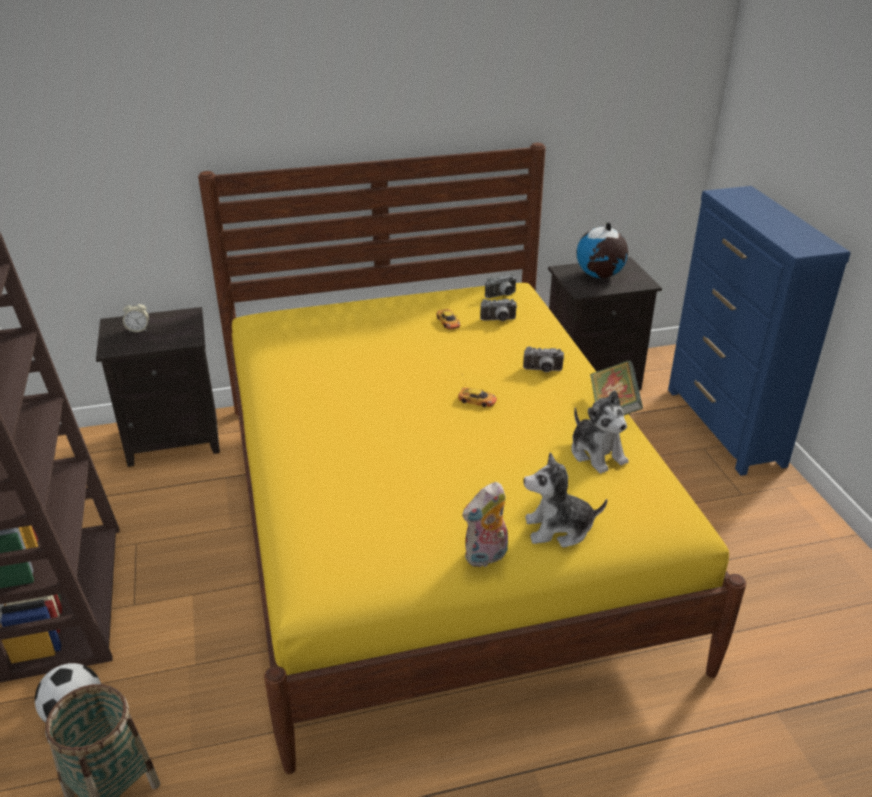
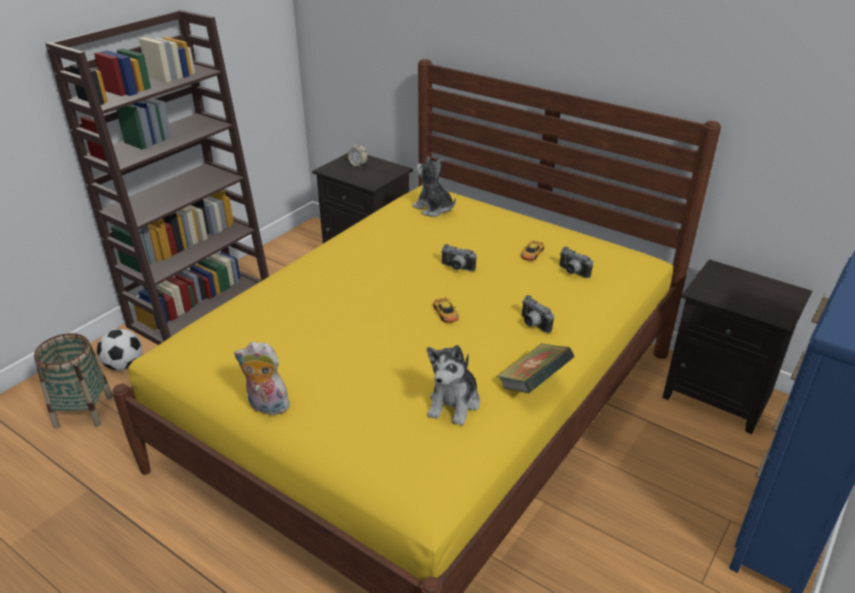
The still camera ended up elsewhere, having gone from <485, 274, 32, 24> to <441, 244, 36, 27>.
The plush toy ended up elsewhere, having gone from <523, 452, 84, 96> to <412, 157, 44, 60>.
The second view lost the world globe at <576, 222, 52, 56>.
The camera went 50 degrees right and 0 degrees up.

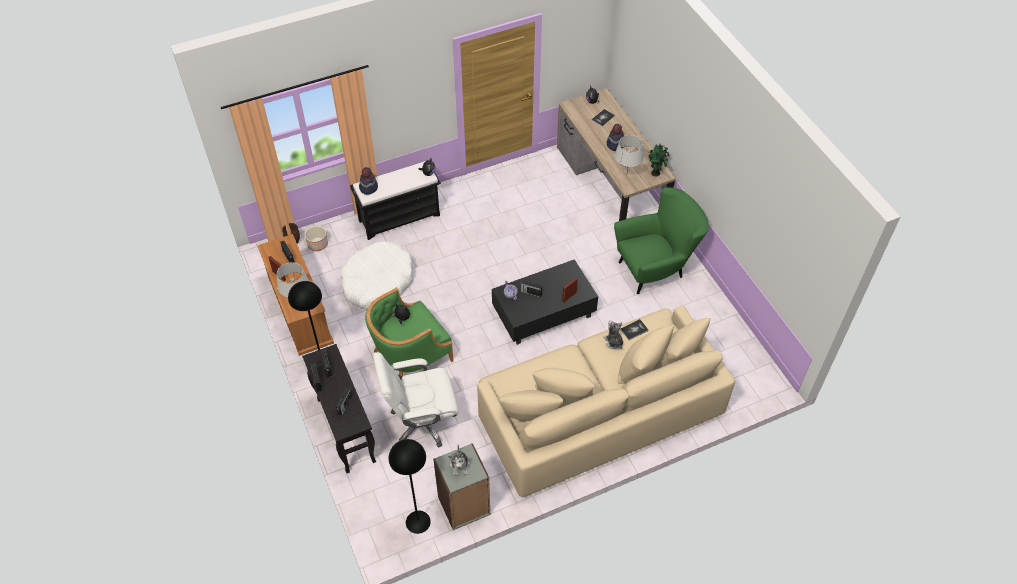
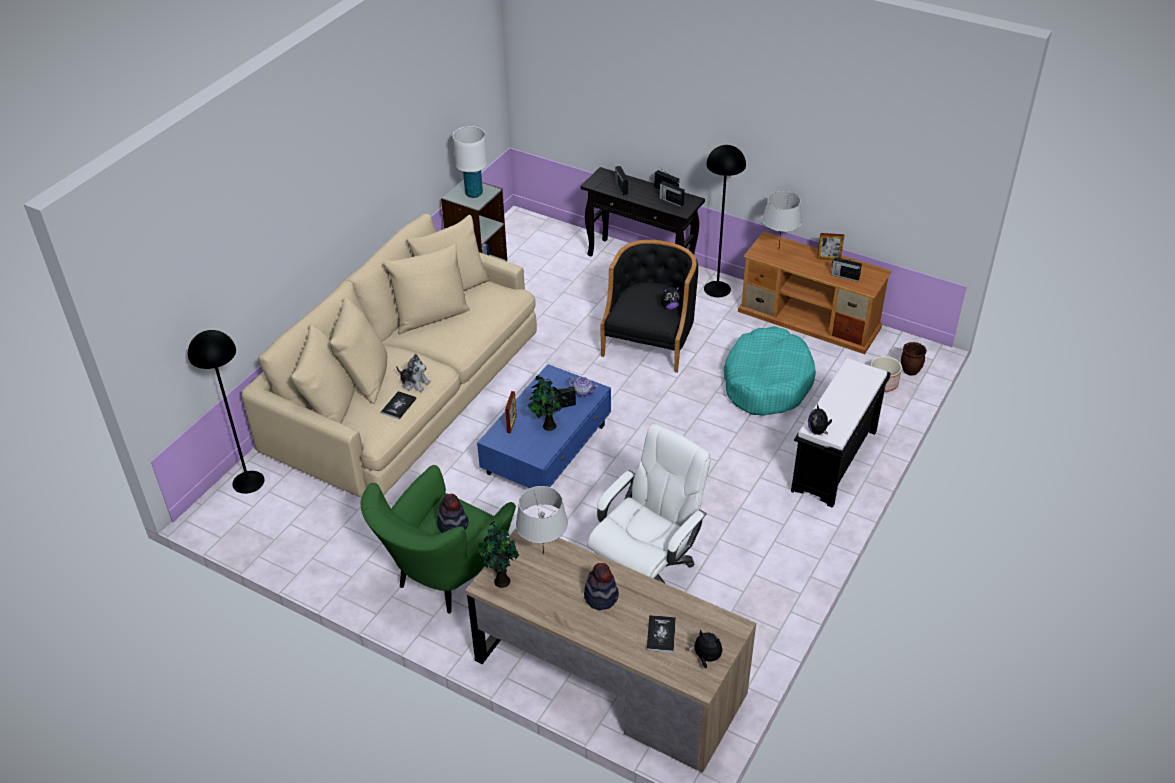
What was the pet bed (whitish) at <340, 241, 74, 69> turned into the pet bed (turquoise-coloured) at <724, 326, 92, 90>.
The clothing hat ended up elsewhere, having gone from <359, 167, 19, 28> to <437, 494, 32, 39>.
What was the armchair (green-coloured) at <365, 287, 88, 89> turned into the armchair (black) at <601, 240, 97, 133>.
The office chair (whitish) ended up elsewhere, having gone from <373, 352, 86, 95> to <587, 424, 124, 160>.
The floor lamp (black) ended up elsewhere, having gone from <389, 439, 42, 95> to <188, 330, 76, 164>.
Where the plush toy stood at <449, 445, 21, 31>, the lamp for a table (whitish) came to stand at <453, 126, 34, 72>.
What was the low table (black) at <492, 259, 106, 86> turned into the low table (blue) at <477, 364, 134, 124>.
The second view gained the plant in a pot at <527, 375, 41, 56>.
The camera went 145 degrees right and 10 degrees down.

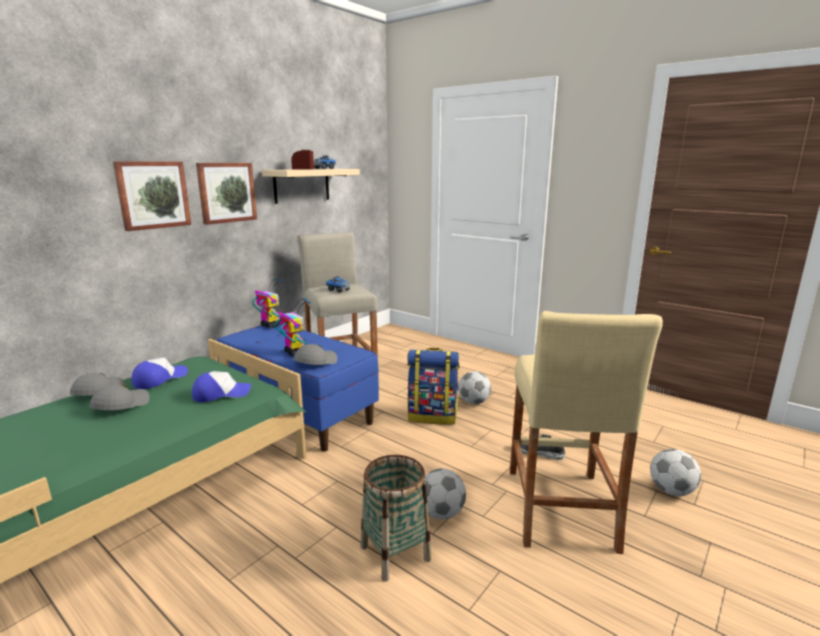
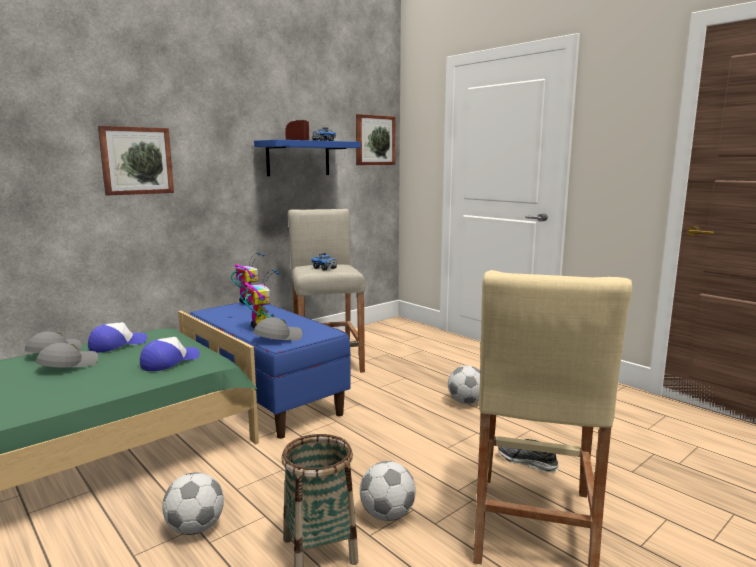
The peaked cap at <192, 371, 59, 31> ended up facing another way, 45 degrees counterclockwise from before.
The picture ended up elsewhere, having gone from <196, 163, 61, 62> to <356, 114, 39, 51>.
What was the shelf (beige-coloured) at <262, 169, 98, 35> turned into the shelf (blue) at <254, 139, 107, 37>.
The second view lost the knapsack at <407, 348, 53, 77>.
The football ended up elsewhere, having gone from <650, 449, 51, 47> to <162, 472, 62, 63>.
The camera went 10 degrees right and 5 degrees down.

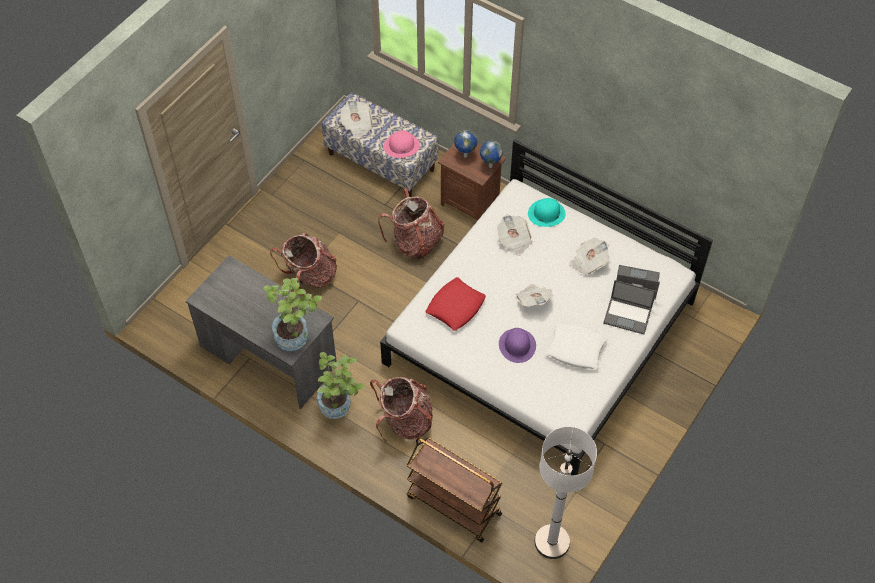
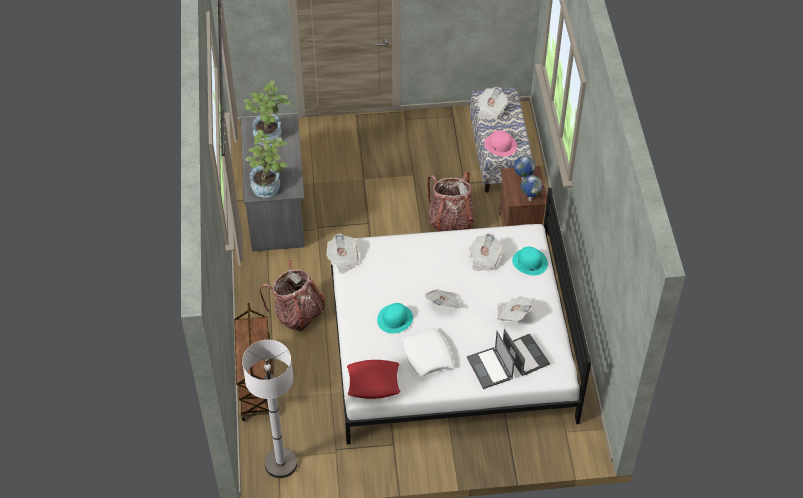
The second view lost the knapsack at <270, 233, 67, 62>.
The plant in a pot ended up elsewhere, having gone from <317, 352, 48, 67> to <243, 80, 49, 66>.
The pillow (red-coloured) ended up elsewhere, having gone from <425, 277, 61, 54> to <347, 360, 53, 39>.
What was the clothing hat (purple) at <499, 328, 37, 35> turned into the clothing hat (turquoise-coloured) at <377, 303, 36, 31>.
The second view gained the newspaper at <326, 234, 33, 40>.
The camera went 50 degrees right and 5 degrees down.

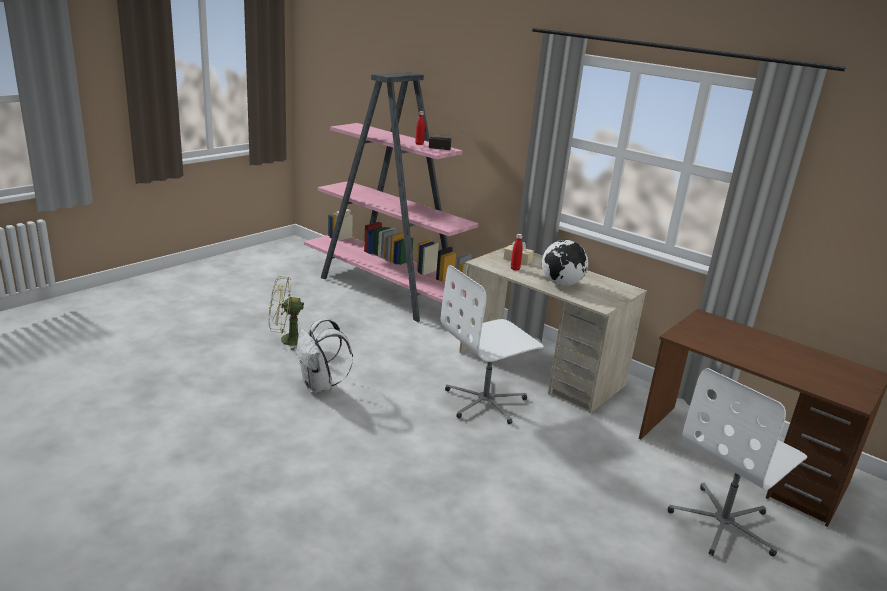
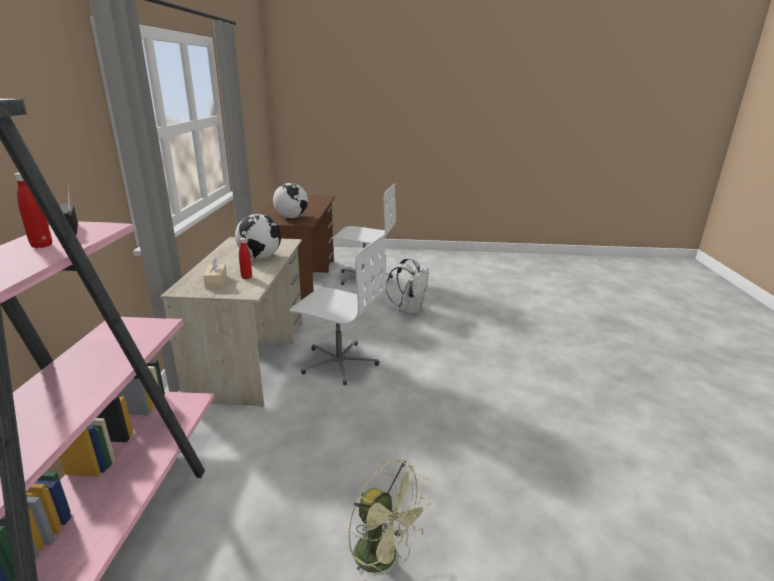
The knapsack (whitish) ended up elsewhere, having gone from <297, 318, 56, 75> to <386, 258, 43, 58>.
The second view gained the world globe at <273, 183, 35, 35>.
The camera went 125 degrees left and 0 degrees up.

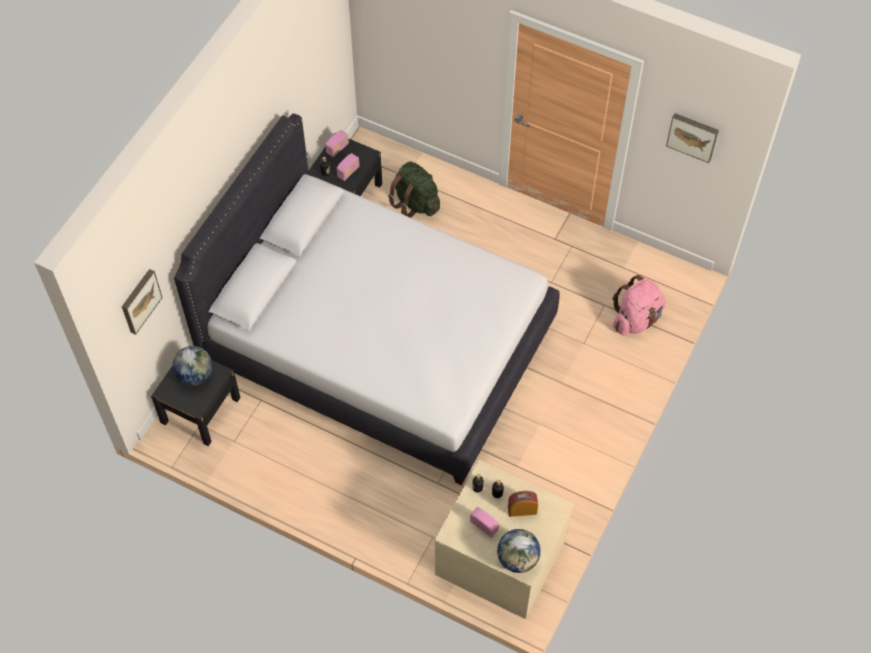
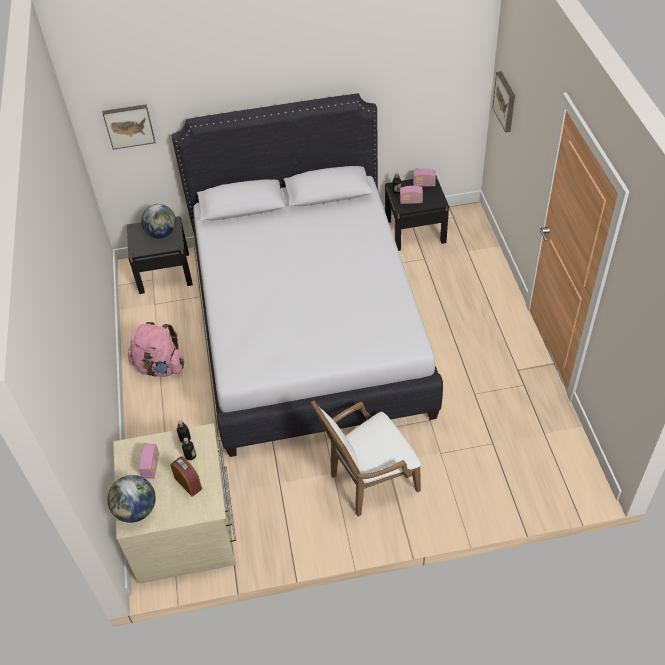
The second view lost the knapsack (green-coloured) at <388, 162, 52, 56>.
The knapsack (pink) ended up elsewhere, having gone from <613, 275, 53, 60> to <128, 322, 56, 55>.
The picture ended up elsewhere, having gone from <666, 113, 53, 50> to <492, 71, 23, 62>.
The second view gained the armchair (whitish) at <311, 400, 110, 117>.
The camera went 55 degrees right and 10 degrees down.

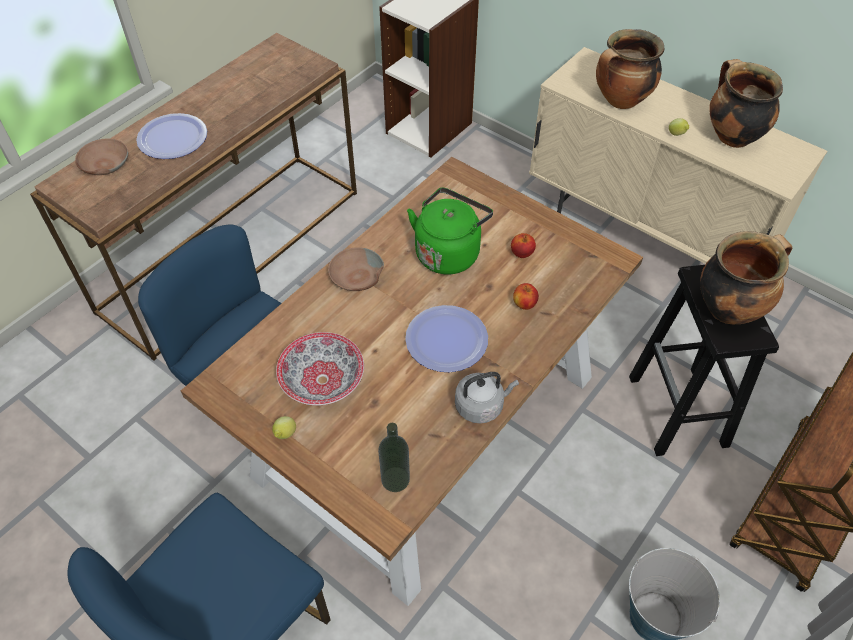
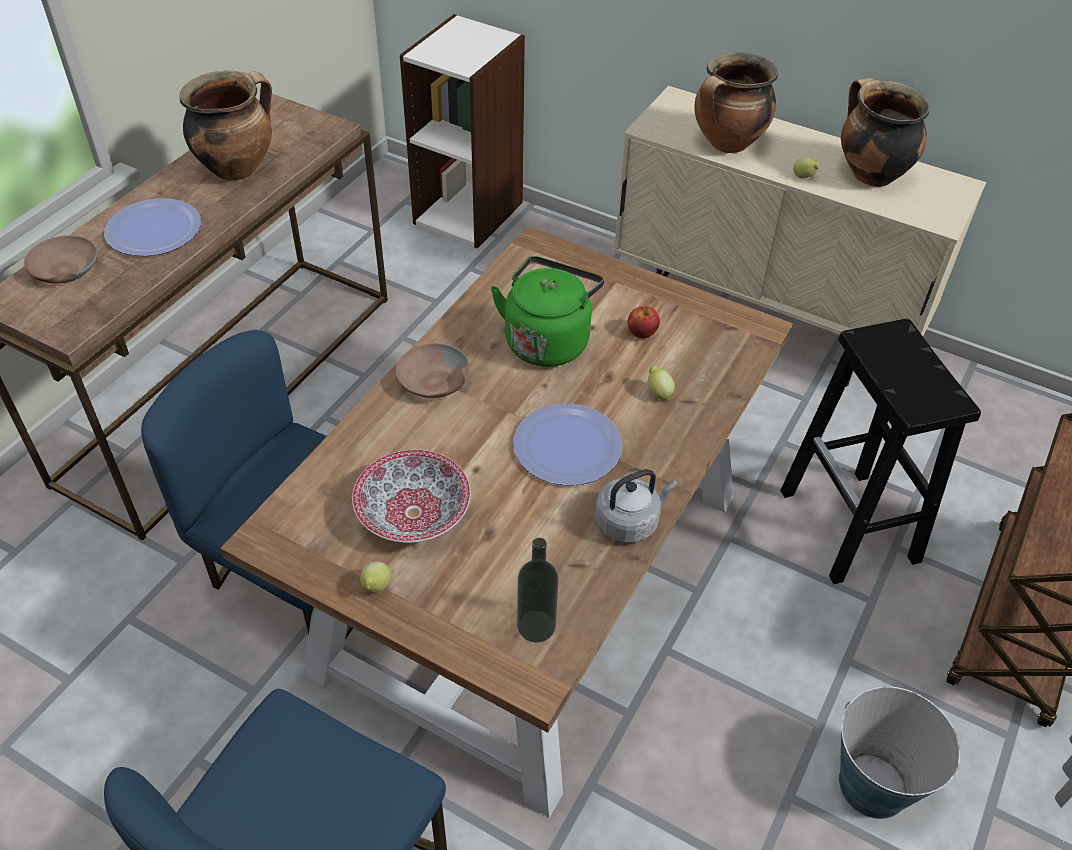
Where the whole apple stood at <513, 283, 26, 27>, the whole lemon came to stand at <648, 365, 27, 35>.
The cooking pot ended up elsewhere, having gone from <700, 231, 92, 93> to <179, 71, 93, 110>.
The camera went 10 degrees left and 5 degrees down.

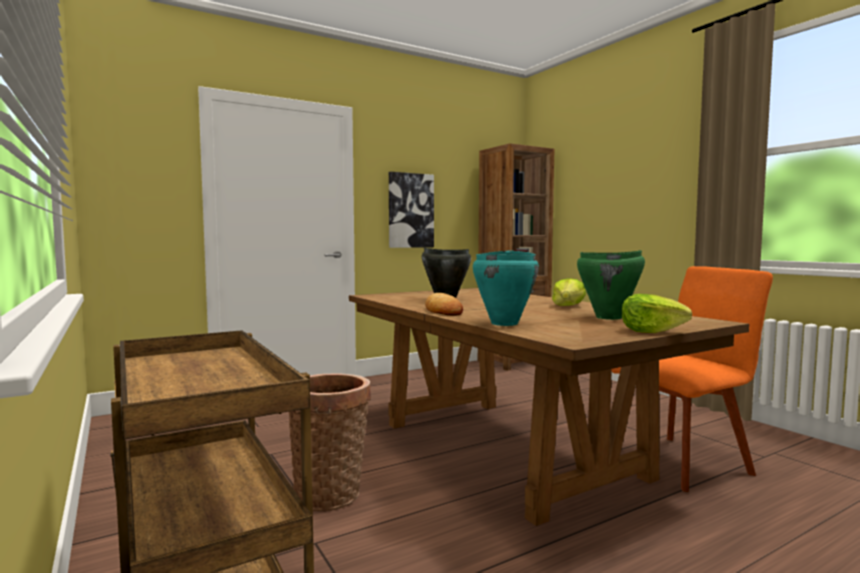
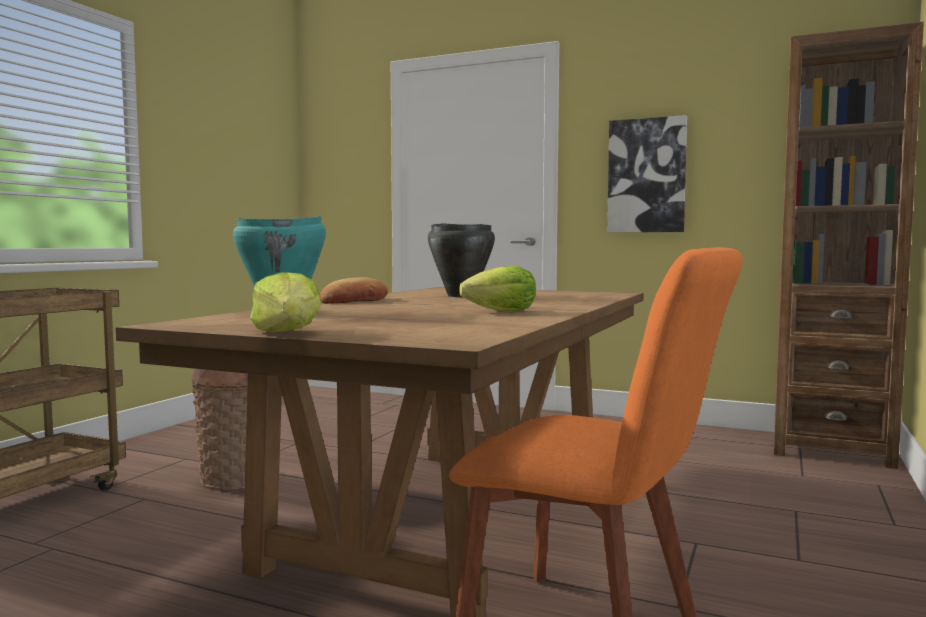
The second view lost the cooking pot (green-coloured) at <577, 250, 68, 70>.
The camera went 55 degrees right and 0 degrees up.

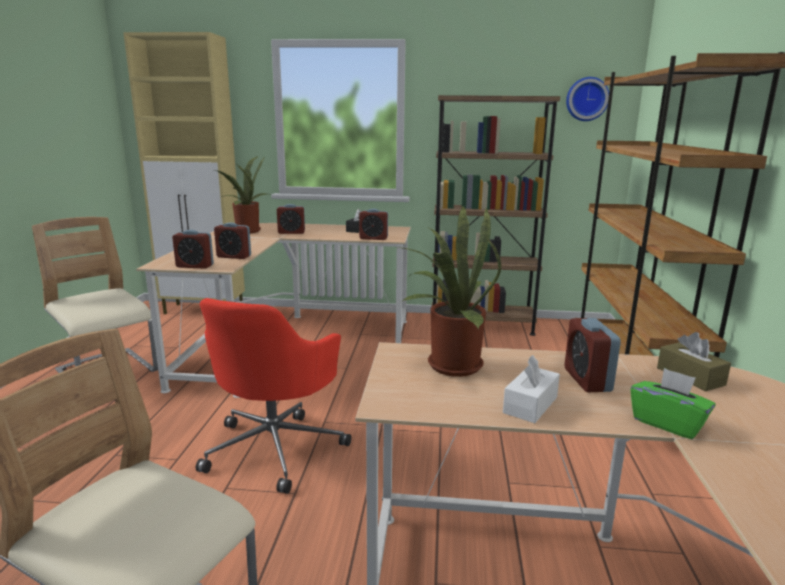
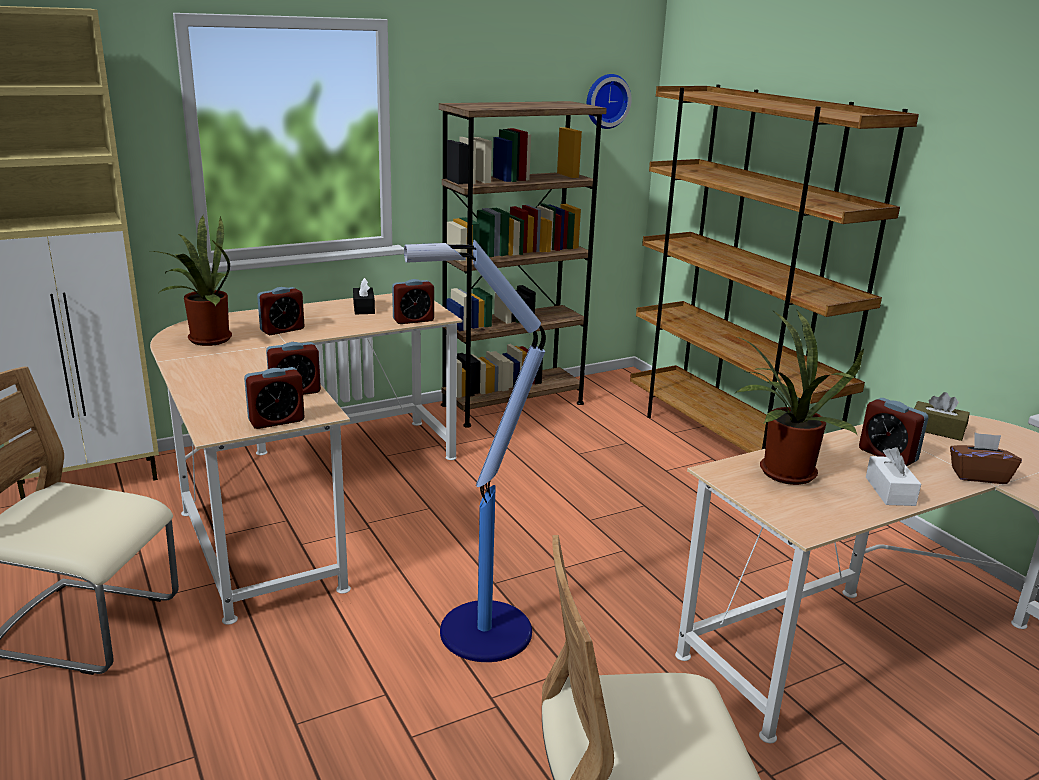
Where the office chair (red-coloured) stood at <196, 298, 156, 196>, the floor lamp came to stand at <404, 239, 142, 423>.
What was the tissue holder (green-coloured) at <630, 368, 86, 71> turned into the tissue holder (brown) at <950, 432, 72, 52>.
The camera went 35 degrees left and 5 degrees up.

